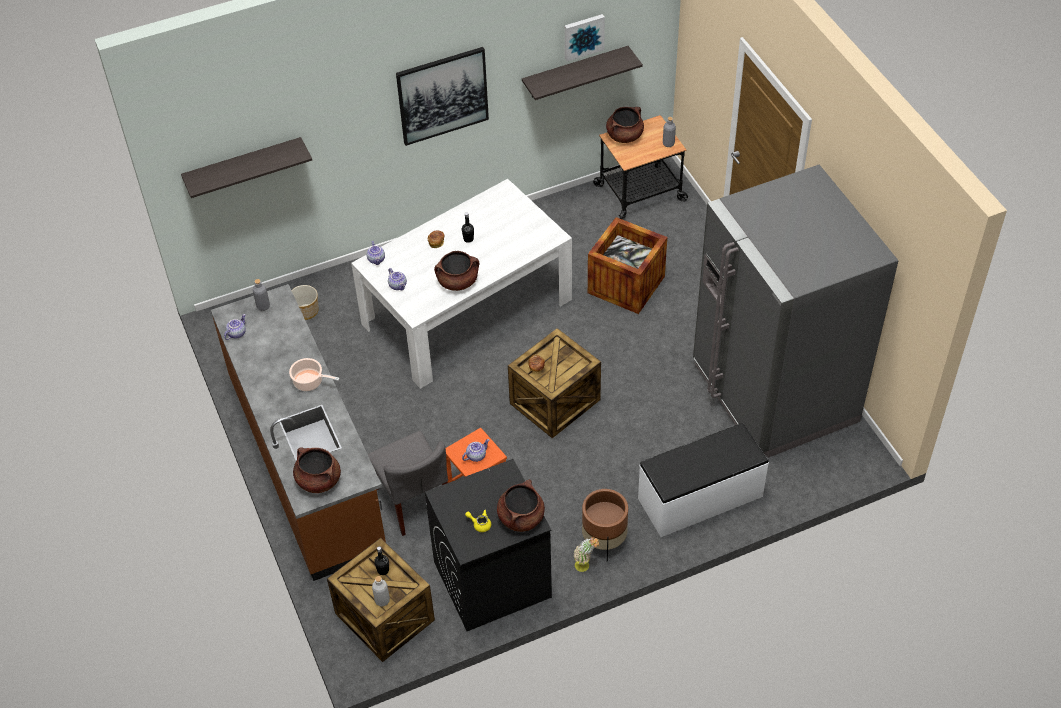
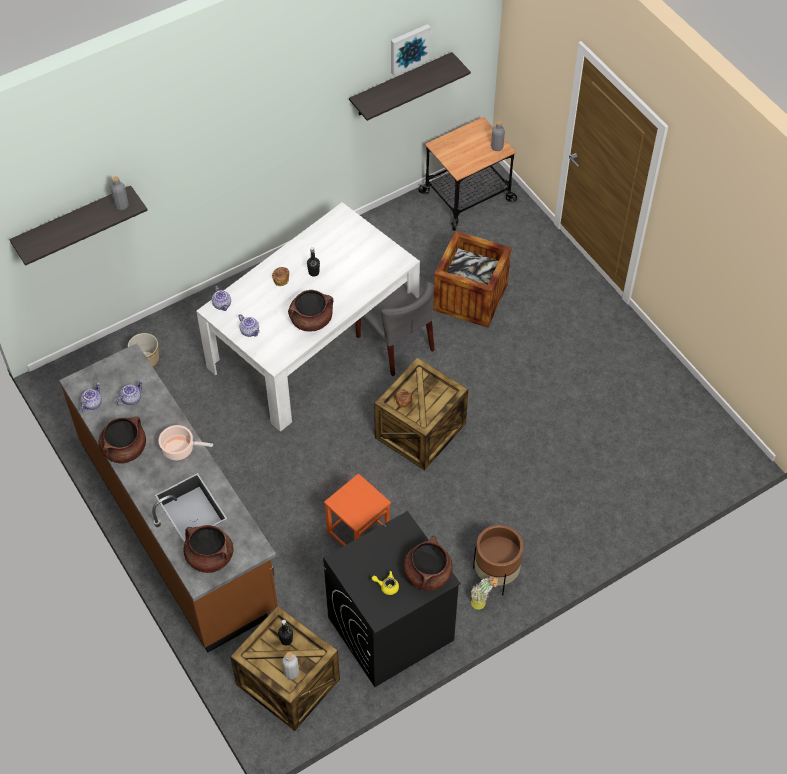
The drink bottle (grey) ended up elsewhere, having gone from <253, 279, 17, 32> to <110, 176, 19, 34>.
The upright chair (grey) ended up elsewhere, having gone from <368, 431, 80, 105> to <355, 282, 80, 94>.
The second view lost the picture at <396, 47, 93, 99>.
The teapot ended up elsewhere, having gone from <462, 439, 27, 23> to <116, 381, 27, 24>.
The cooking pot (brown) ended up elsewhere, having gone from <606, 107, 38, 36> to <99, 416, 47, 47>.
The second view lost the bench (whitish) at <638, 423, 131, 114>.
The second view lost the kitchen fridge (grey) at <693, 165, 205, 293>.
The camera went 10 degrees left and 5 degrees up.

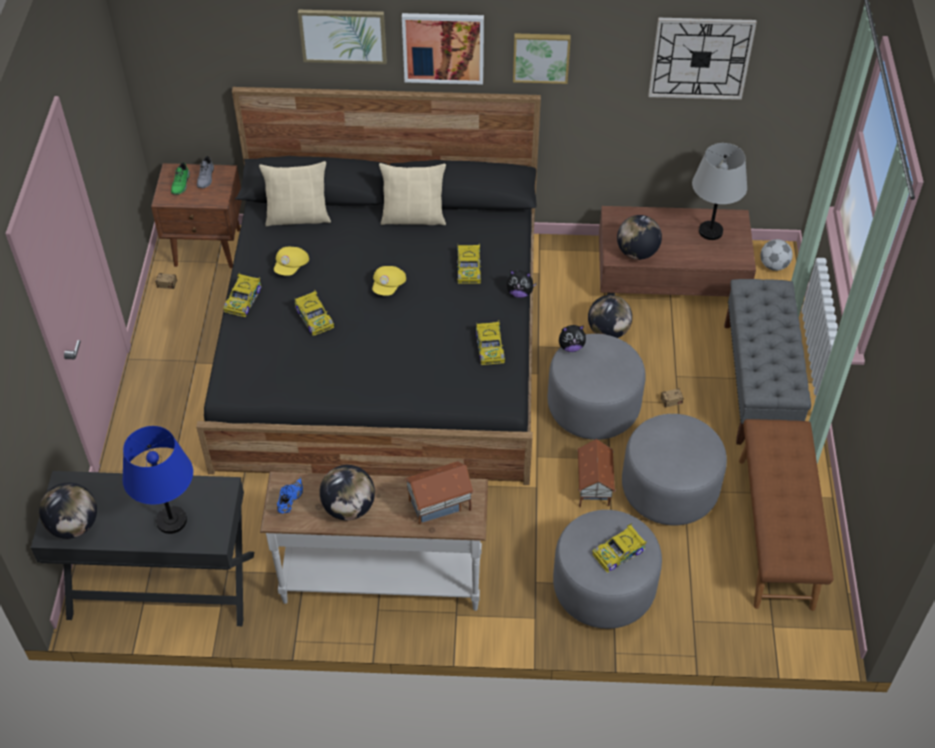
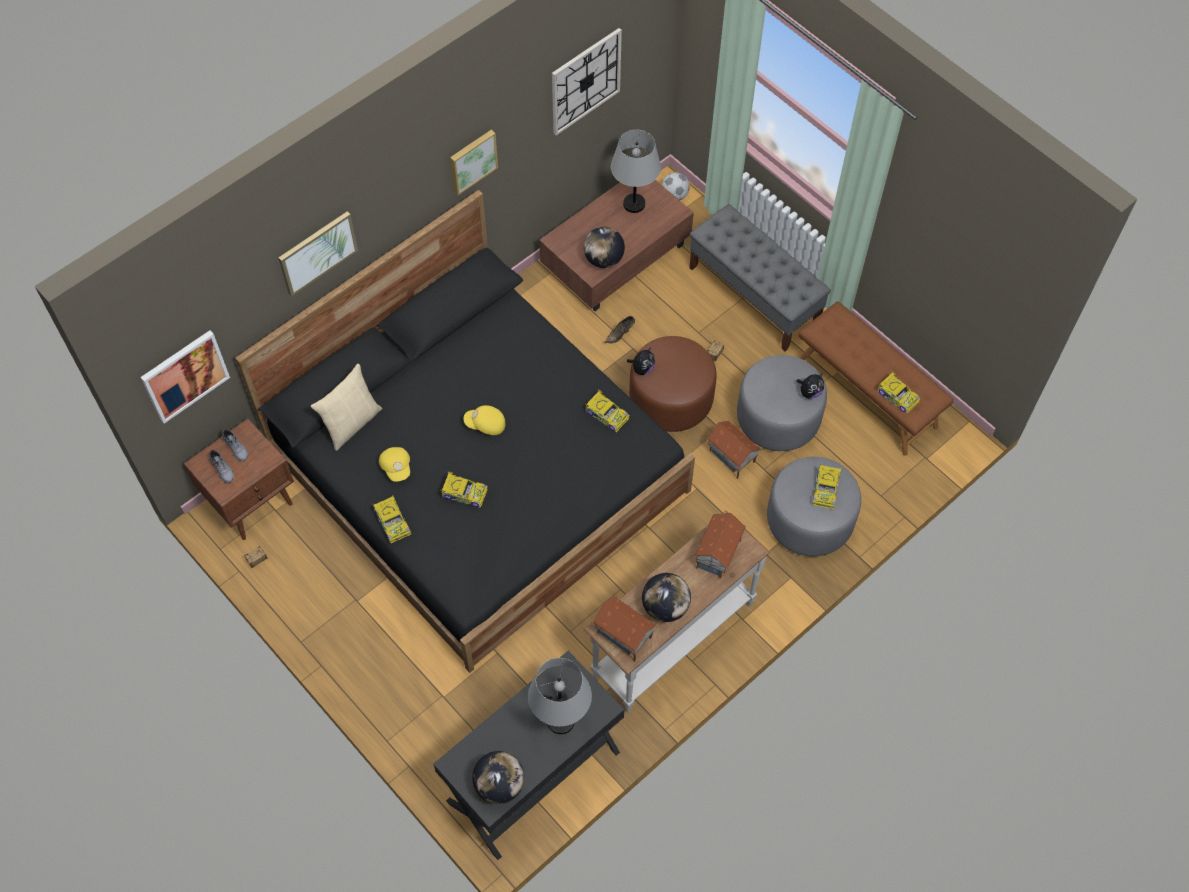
What was the lamp for a table (blue) at <123, 426, 70, 108> turned into the lamp for a table (grey) at <528, 658, 64, 76>.
What was the shoe (green-coloured) at <171, 162, 19, 33> turned into the shoe (grey) at <209, 450, 25, 33>.
Where the shoe (blue) stood at <277, 477, 26, 37>, the miniature house came to stand at <593, 596, 64, 66>.
The peaked cap (yellow) at <372, 266, 34, 30> ended up facing another way, 120 degrees clockwise from before.
The second view lost the pillow (beige-coloured) at <379, 163, 67, 62>.
The picture ended up elsewhere, having gone from <402, 13, 82, 72> to <141, 330, 89, 93>.
The miniature car ended up elsewhere, having gone from <457, 243, 24, 41> to <877, 371, 44, 43>.
The plush toy ended up elsewhere, having gone from <507, 270, 30, 28> to <797, 373, 27, 26>.
What was the pouffe (grey) at <548, 334, 98, 106> turned into the pouffe (brown) at <629, 336, 88, 96>.
Where the world globe stood at <588, 295, 44, 43>, the shoe (brown) came to stand at <605, 316, 30, 28>.
The camera went 45 degrees left and 10 degrees up.

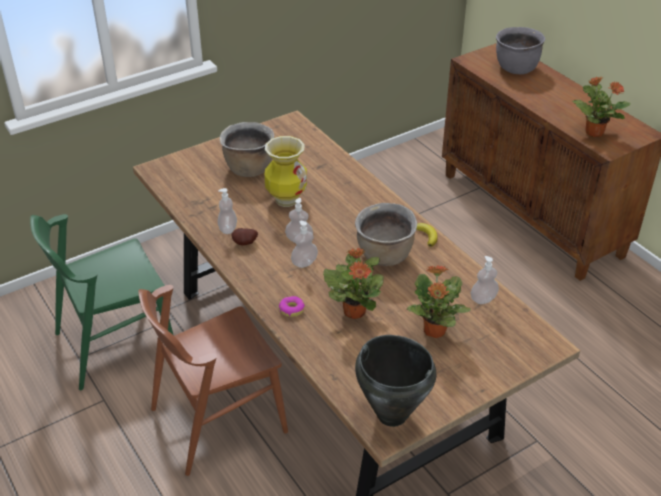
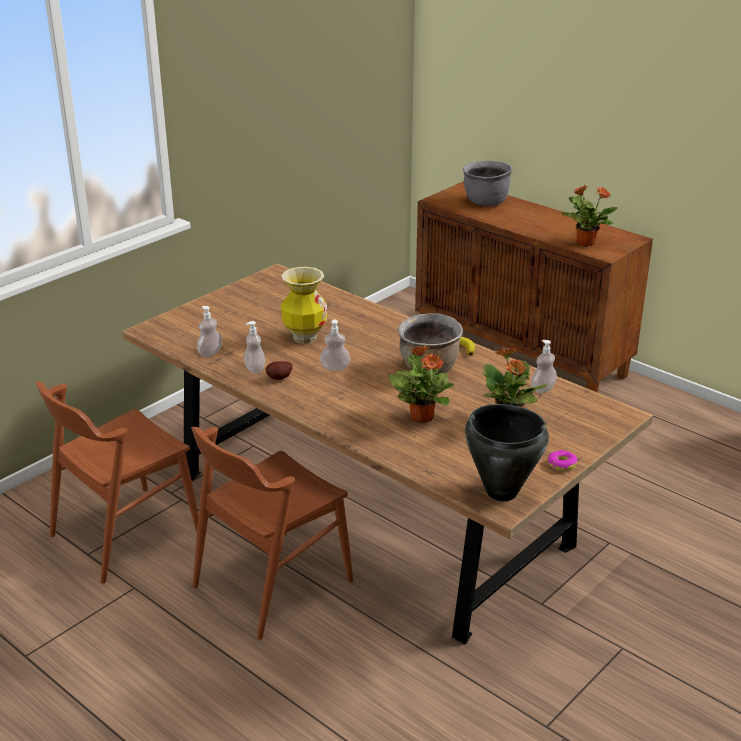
What was the upright chair (green-coloured) at <30, 214, 144, 176> turned into the upright chair (brown) at <35, 381, 164, 203>.
The second view lost the cooking pot (brown) at <220, 122, 54, 55>.
The ring doughnut ended up elsewhere, having gone from <279, 296, 26, 21> to <548, 450, 29, 21>.
The soap bottle ended up elsewhere, having gone from <291, 221, 27, 47> to <197, 306, 25, 51>.
The camera went 15 degrees left and 10 degrees down.

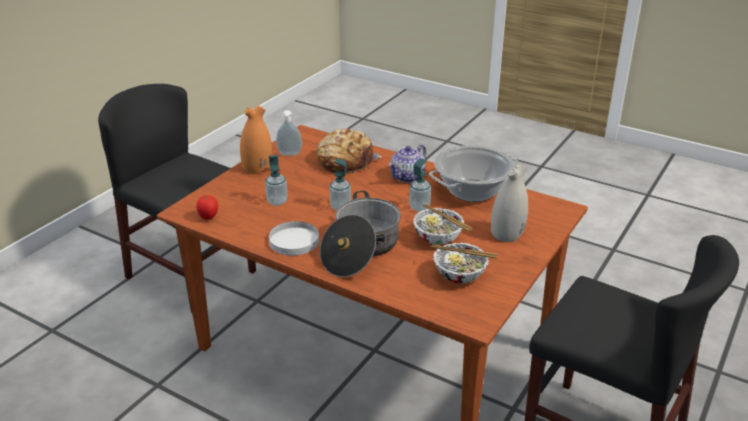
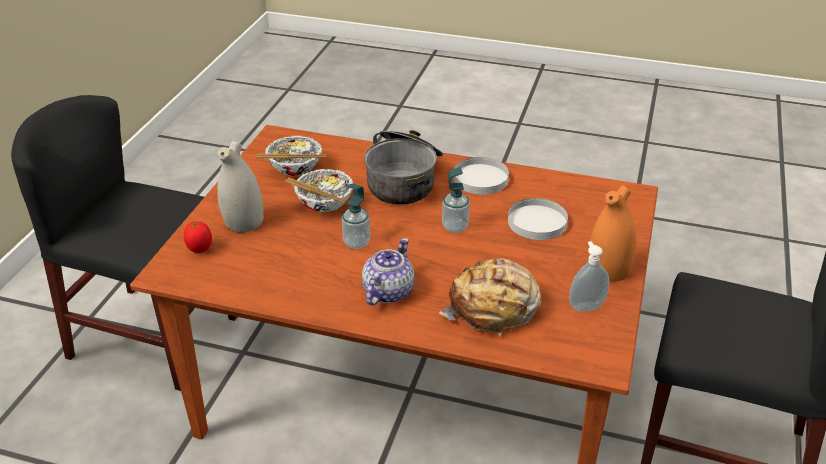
The whole tomato ended up elsewhere, having gone from <196, 195, 22, 25> to <184, 221, 28, 32>.
Where the soap bottle stood at <265, 155, 22, 51>, the dinner plate (whitish) came to stand at <508, 198, 60, 42>.
The second view lost the cooking pot at <429, 145, 90, 57>.
The camera went 165 degrees right and 5 degrees up.

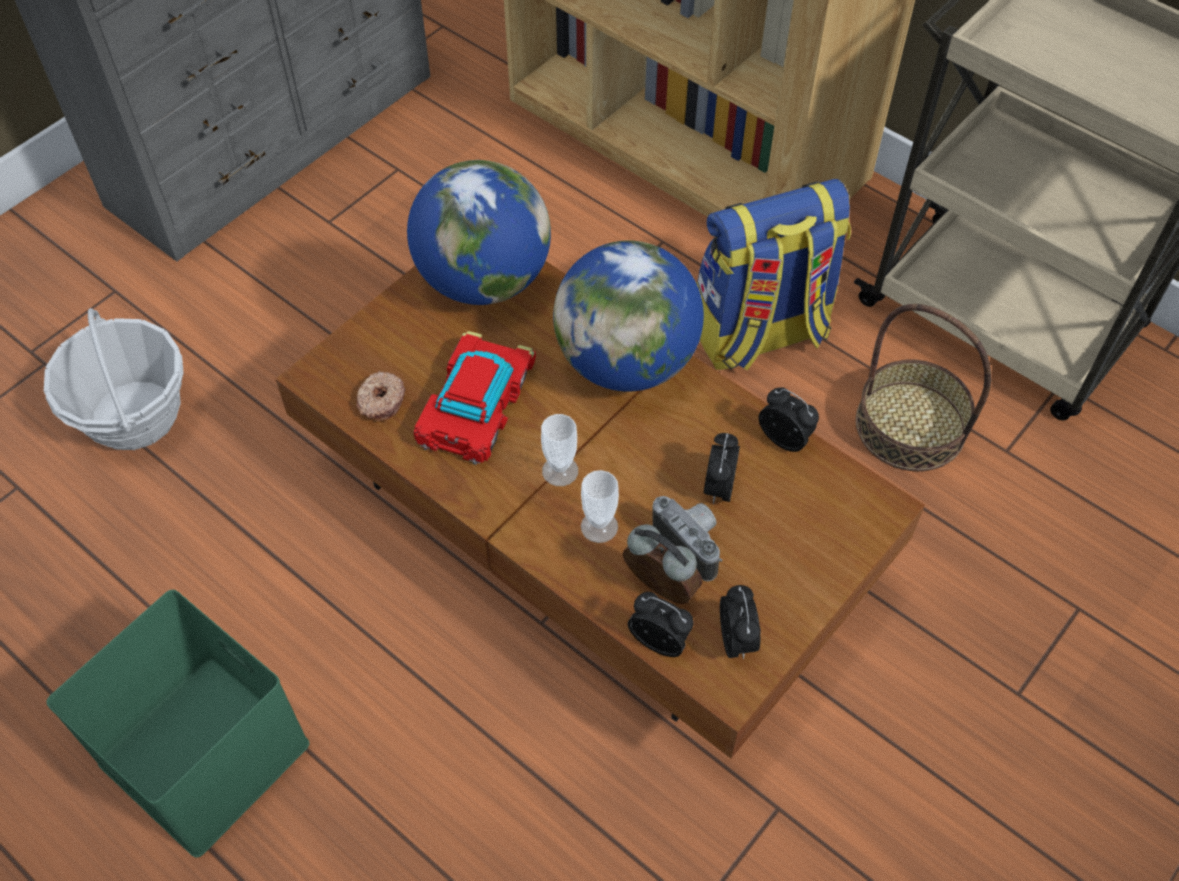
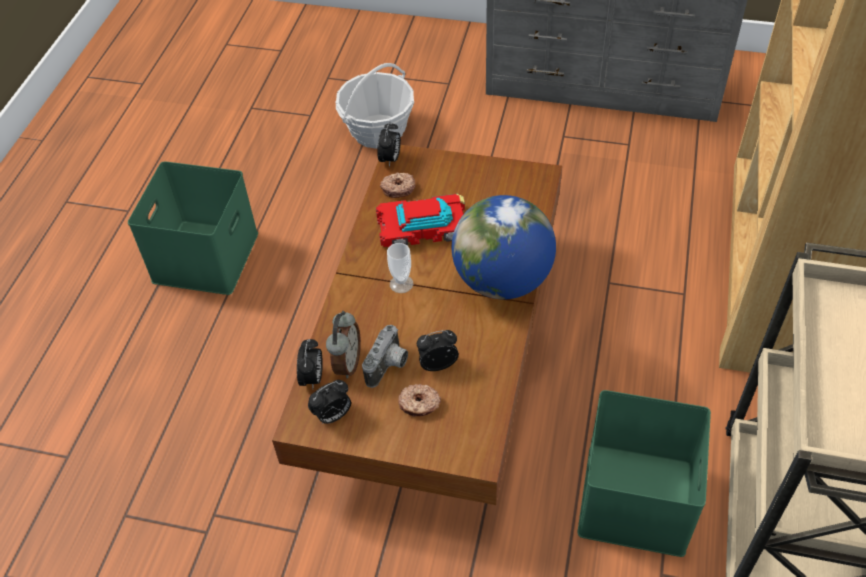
The second view lost the world globe at <407, 160, 144, 145>.
The second view lost the drinking cup at <581, 470, 38, 73>.
The second view lost the knapsack at <696, 179, 155, 191>.
The table clock ended up elsewhere, having gone from <759, 387, 60, 65> to <377, 122, 24, 45>.
Where the basket stood at <855, 304, 136, 167>, the storage box (green-coloured) came to stand at <578, 390, 133, 167>.
The second view gained the ring doughnut at <398, 384, 43, 33>.
The camera went 65 degrees right and 5 degrees down.

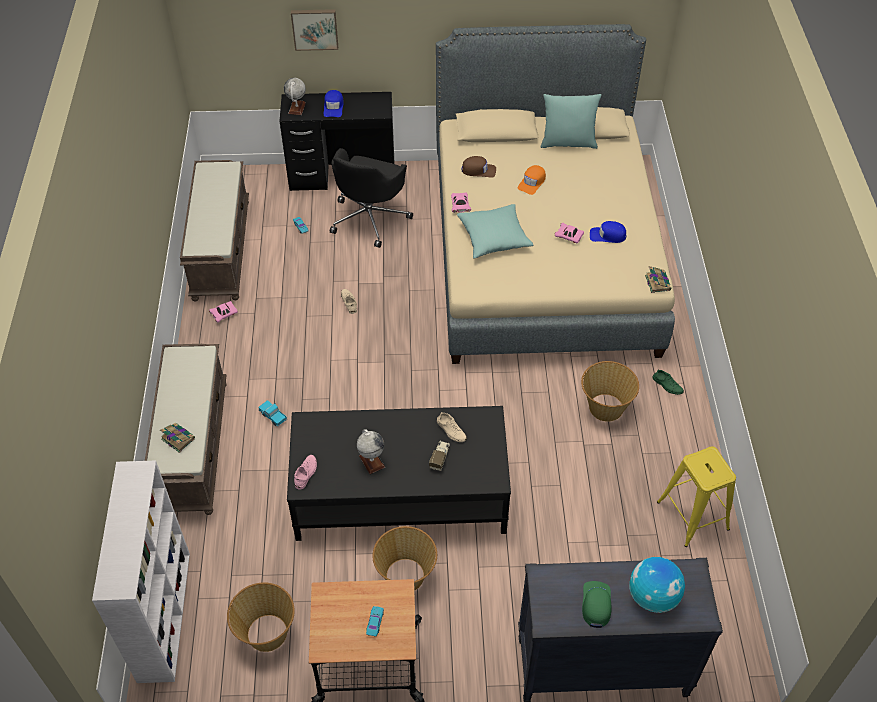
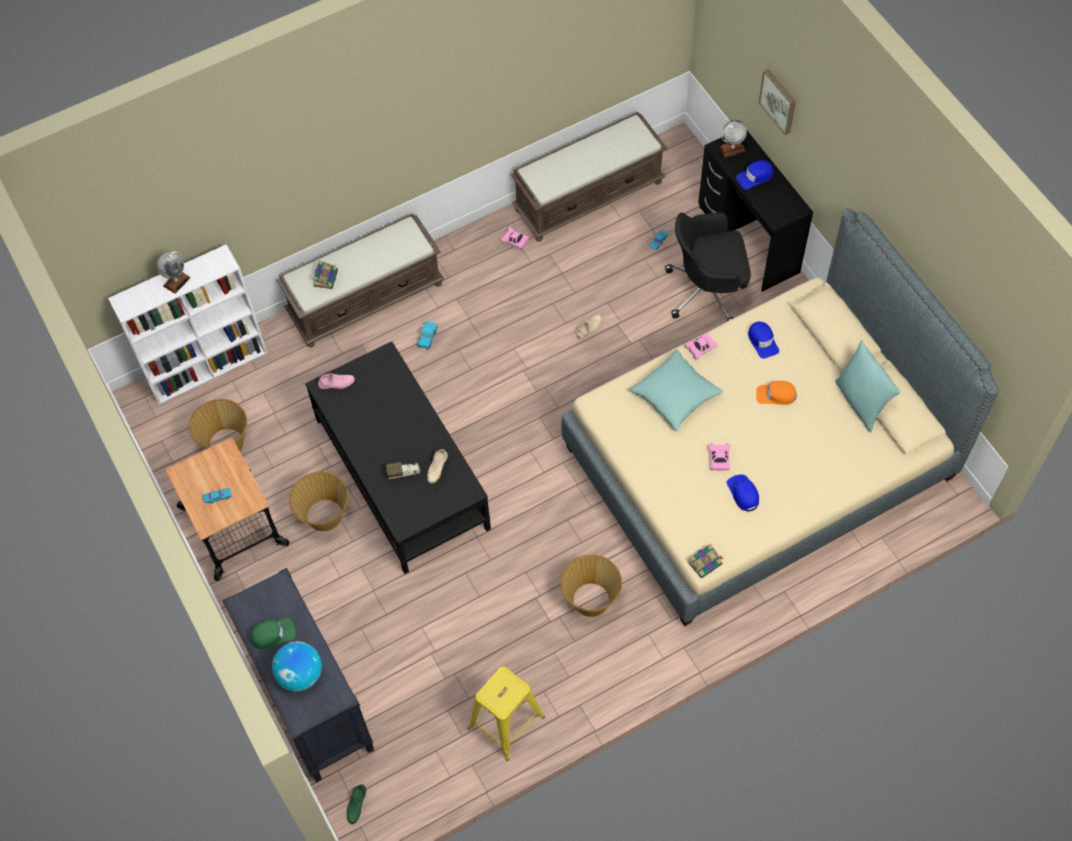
The world globe ended up elsewhere, having gone from <357, 429, 28, 45> to <157, 251, 34, 43>.
What was the peaked cap (brown) at <462, 156, 34, 22> turned into the peaked cap (blue) at <748, 322, 31, 37>.
The shoe (green-coloured) ended up elsewhere, having gone from <653, 369, 31, 26> to <347, 784, 20, 40>.
The camera went 65 degrees right and 10 degrees up.

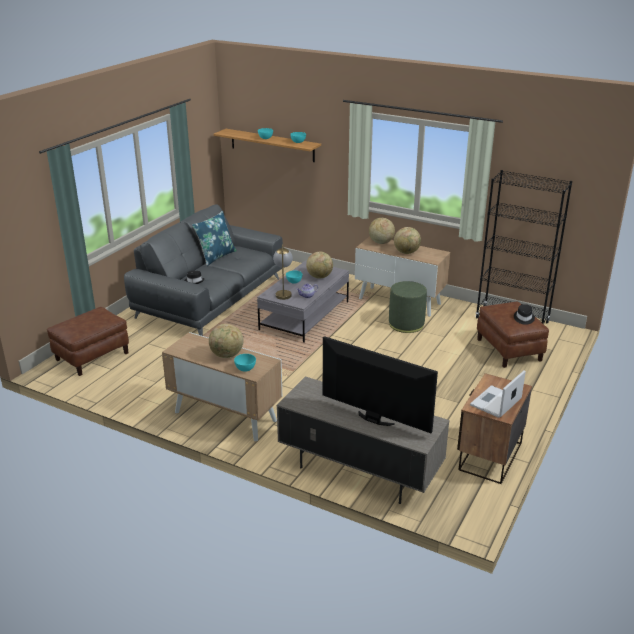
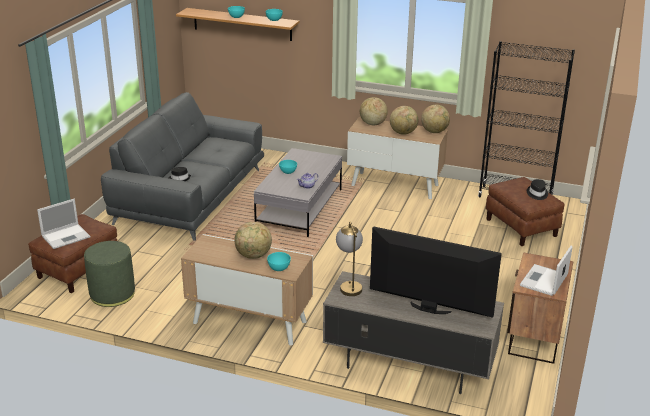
The second view lost the pillow (blue) at <192, 211, 45, 55>.
The lamp for a table ended up elsewhere, having gone from <273, 244, 20, 56> to <336, 221, 27, 75>.
The world globe ended up elsewhere, having gone from <306, 252, 27, 27> to <421, 105, 29, 28>.
The pouffe (green-coloured) ended up elsewhere, having gone from <389, 281, 38, 52> to <84, 241, 51, 66>.
The second view gained the portable computer at <37, 199, 54, 50>.
The camera went 10 degrees left and 0 degrees up.

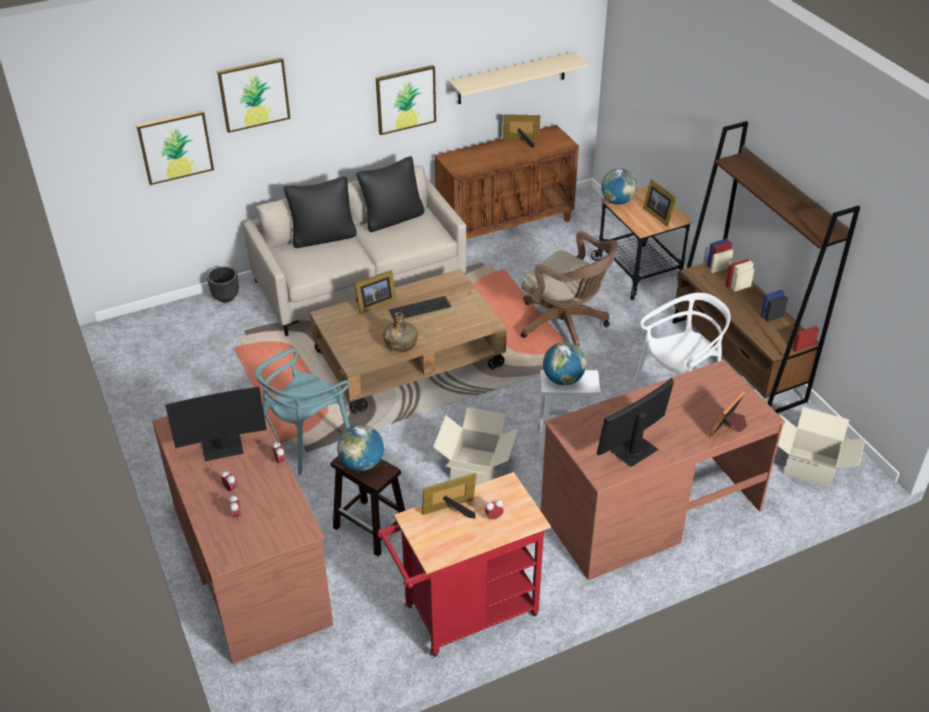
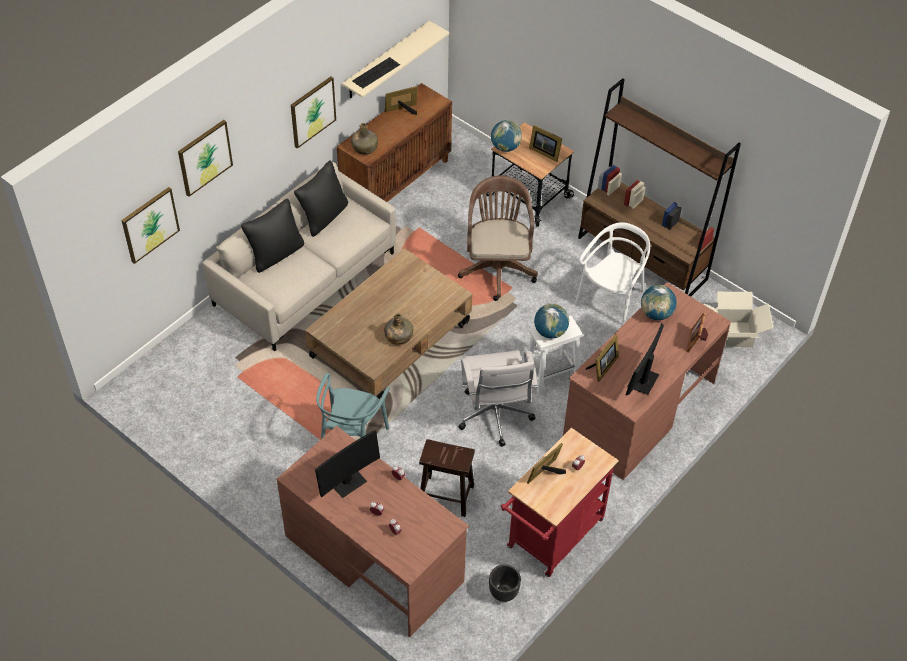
The plant pot (black) ended up elsewhere, having gone from <207, 266, 32, 37> to <489, 564, 32, 38>.
The world globe ended up elsewhere, having gone from <337, 425, 47, 46> to <641, 285, 36, 35>.
The picture frame ended up elsewhere, having gone from <355, 270, 42, 44> to <585, 334, 34, 48>.
The PC keyboard ended up elsewhere, having gone from <389, 296, 62, 24> to <352, 57, 48, 31>.
Where the packing box stood at <433, 407, 85, 78>, the office chair (whitish) came to stand at <459, 350, 79, 97>.
The office chair (brown) at <521, 231, 97, 116> ended up facing another way, 105 degrees counterclockwise from before.
The second view gained the drink bottle (green-coloured) at <351, 123, 27, 32>.
The camera went 25 degrees left and 10 degrees up.

